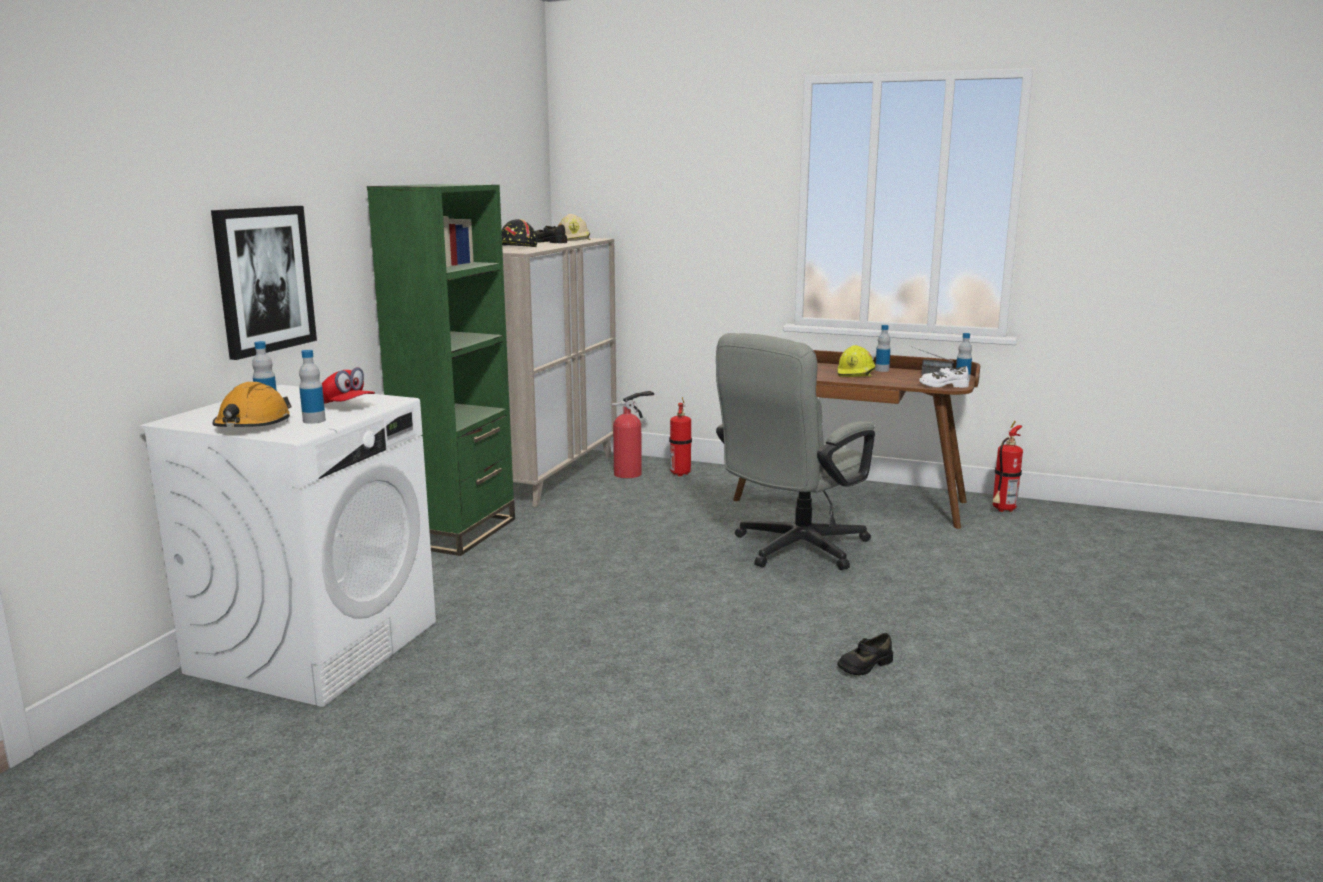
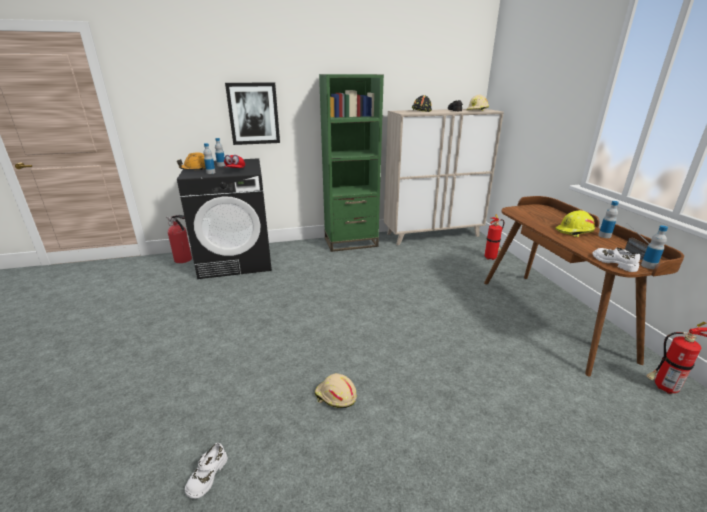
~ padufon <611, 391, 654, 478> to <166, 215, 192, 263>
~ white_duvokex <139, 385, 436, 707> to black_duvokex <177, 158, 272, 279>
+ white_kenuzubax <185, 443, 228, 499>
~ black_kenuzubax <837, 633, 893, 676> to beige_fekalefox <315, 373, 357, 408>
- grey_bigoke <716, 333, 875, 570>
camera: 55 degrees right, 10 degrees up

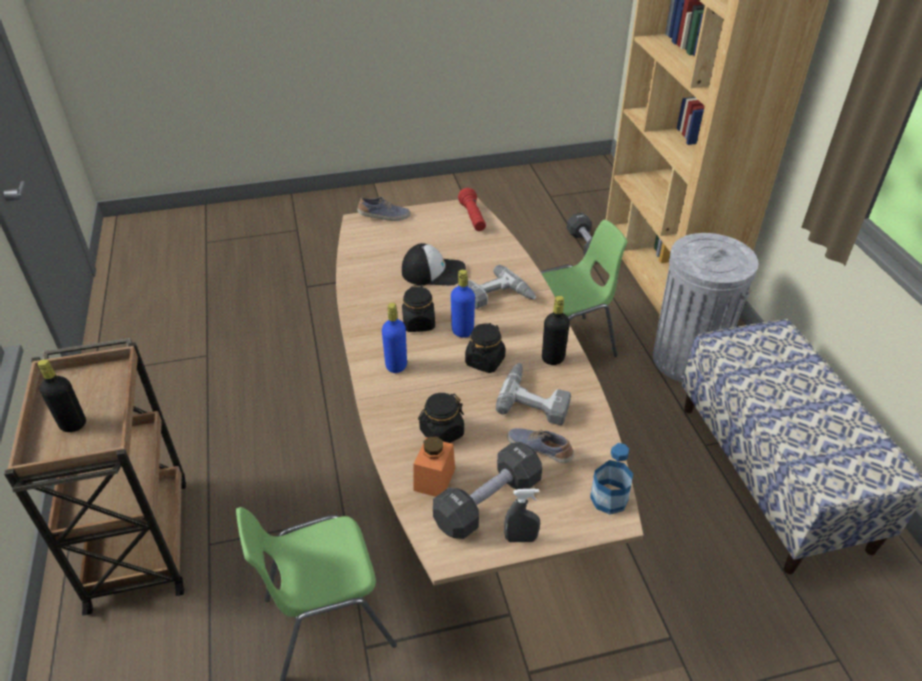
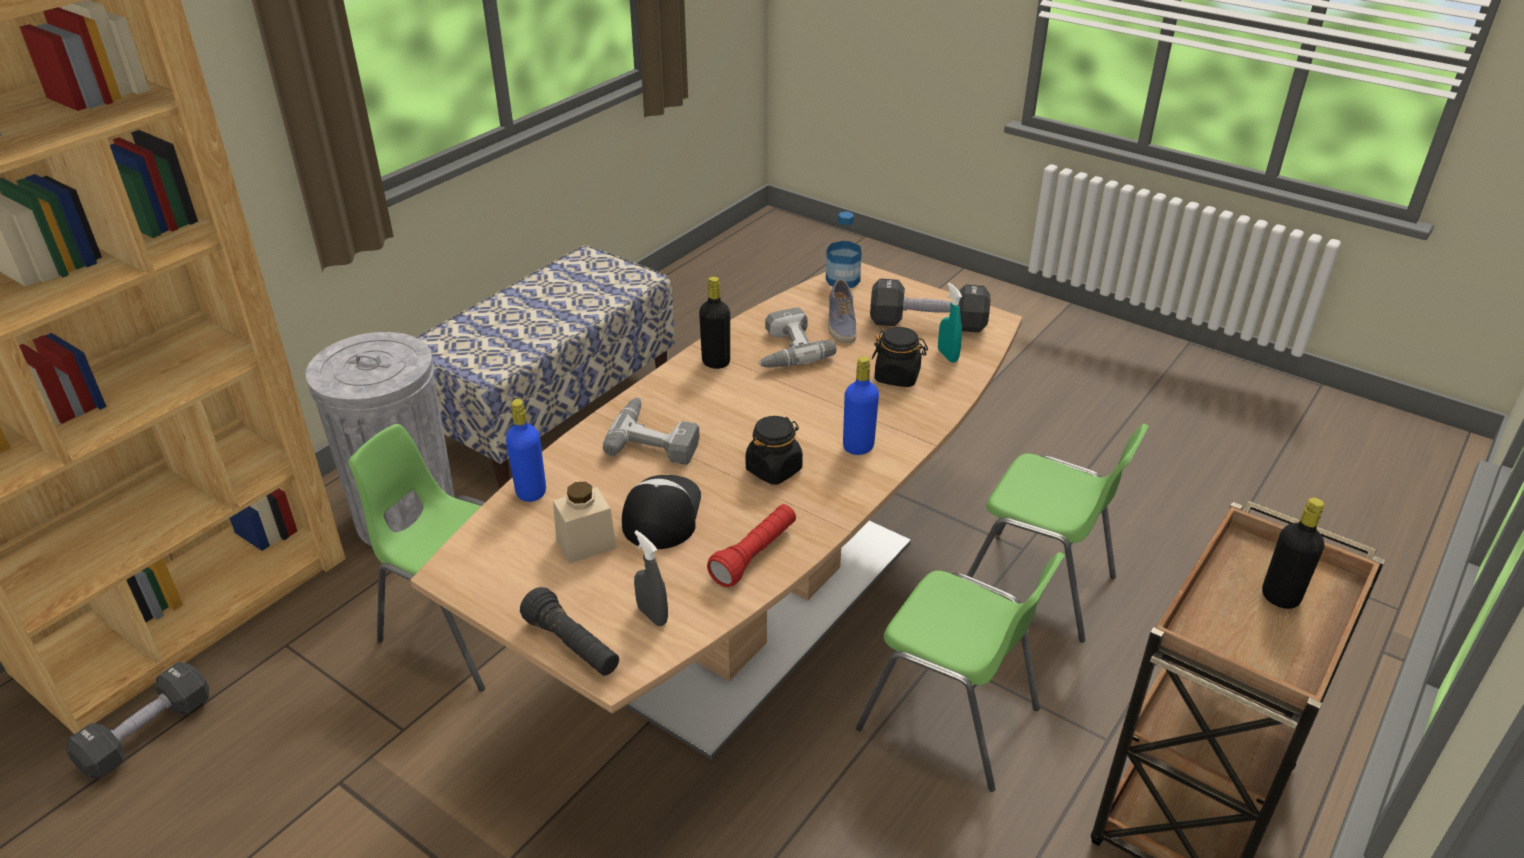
~ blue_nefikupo <451, 269, 475, 338> to <506, 399, 546, 502>
~ kenuzubax <357, 197, 410, 221> to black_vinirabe <520, 587, 619, 676>
+ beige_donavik <553, 482, 617, 564>
~ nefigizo <402, 243, 466, 285> = <622, 475, 701, 549> 45 degrees clockwise
~ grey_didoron <504, 489, 540, 542> to <634, 530, 668, 626>
~ red_vinirabe <458, 188, 486, 231> to <707, 504, 796, 587>
+ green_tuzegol <856, 552, 1065, 792>
~ orange_donavik <413, 436, 455, 497> to turquoise_didoron <938, 283, 962, 363>
- black_donavik <465, 323, 506, 373>
camera: 130 degrees left, 5 degrees down

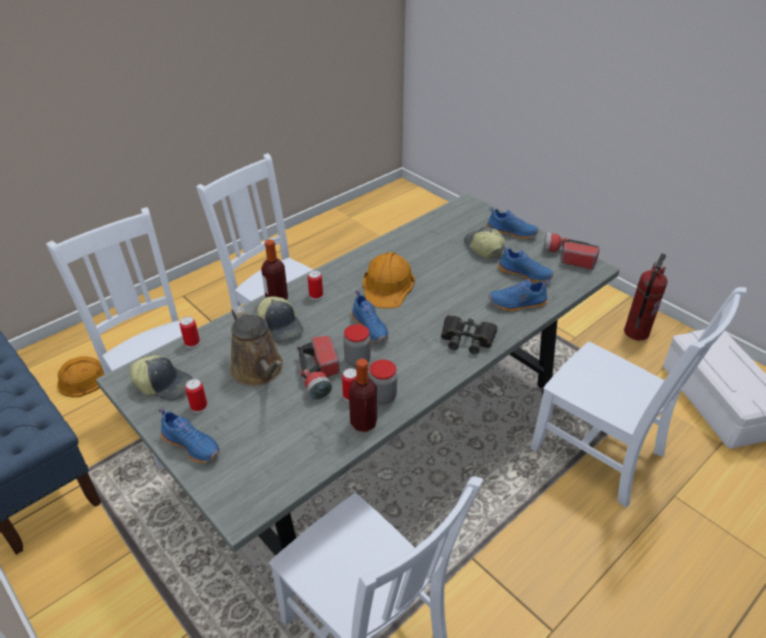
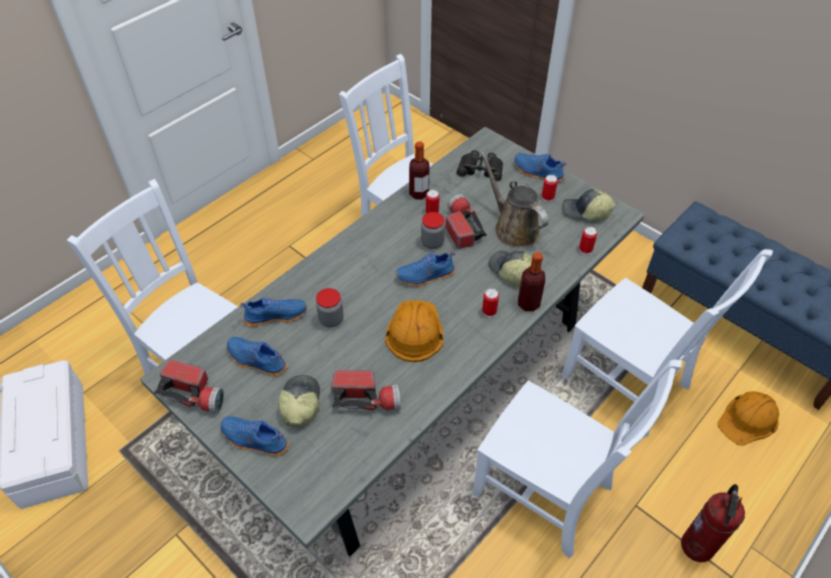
~ nefigizo <464, 227, 505, 258> = <278, 375, 320, 426> 150 degrees counterclockwise
~ donavik <369, 359, 397, 404> to <316, 288, 344, 328>
+ vinirabe <331, 370, 401, 410>
~ blue_kenuzubax <351, 290, 389, 343> = <396, 252, 455, 287> 75 degrees counterclockwise
~ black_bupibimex <441, 315, 498, 354> to <456, 150, 503, 182>
~ padufon <624, 254, 667, 341> to <681, 484, 745, 562>
camera: 175 degrees right, 10 degrees up

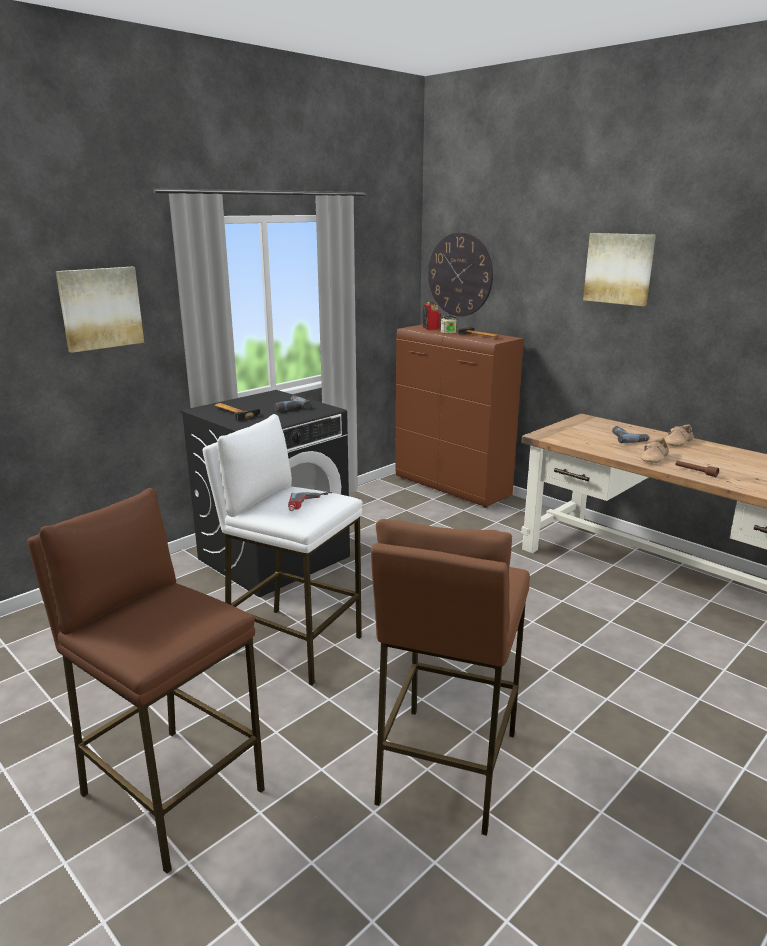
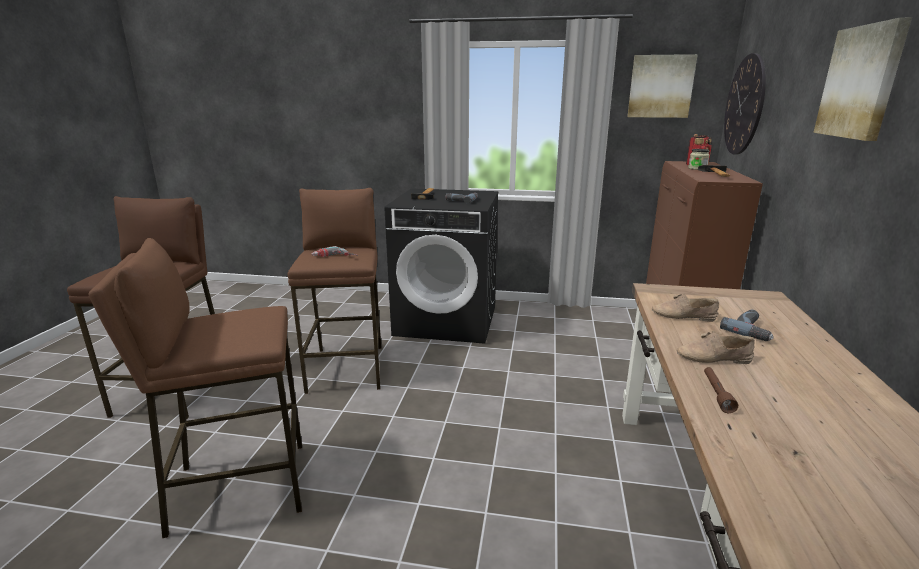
~ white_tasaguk <203, 414, 363, 686> to brown_tasaguk <288, 188, 382, 394>
~ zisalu <56, 267, 144, 353> to <627, 54, 698, 118>
~ beige_kenuzubax <665, 424, 694, 447> to <652, 293, 719, 322>
camera: 55 degrees right, 0 degrees up

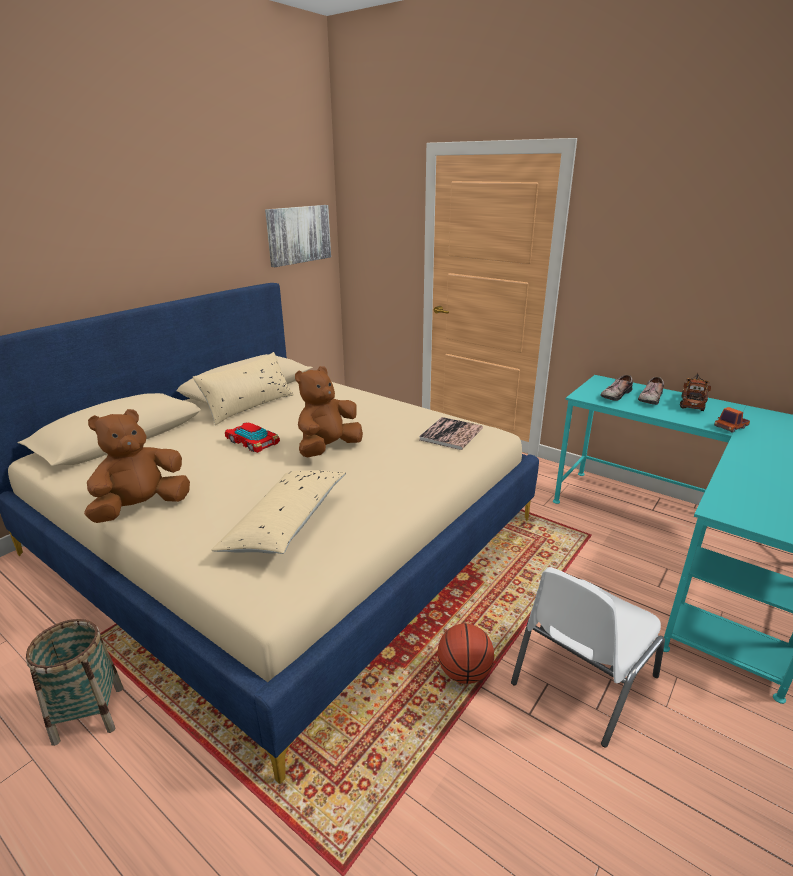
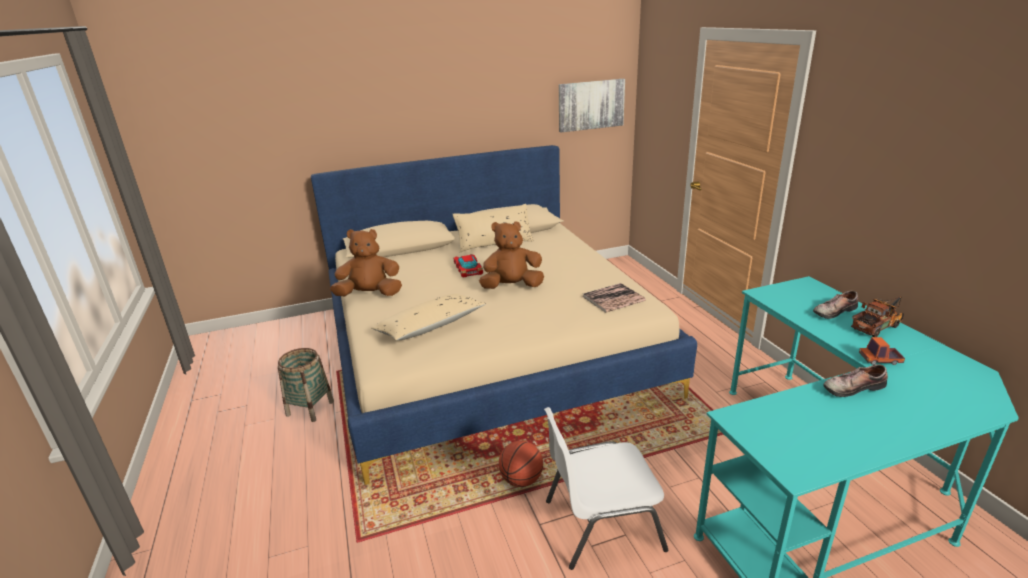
~ kenuzubax <600, 375, 633, 401> to <823, 365, 888, 397>
camera: 35 degrees right, 0 degrees up

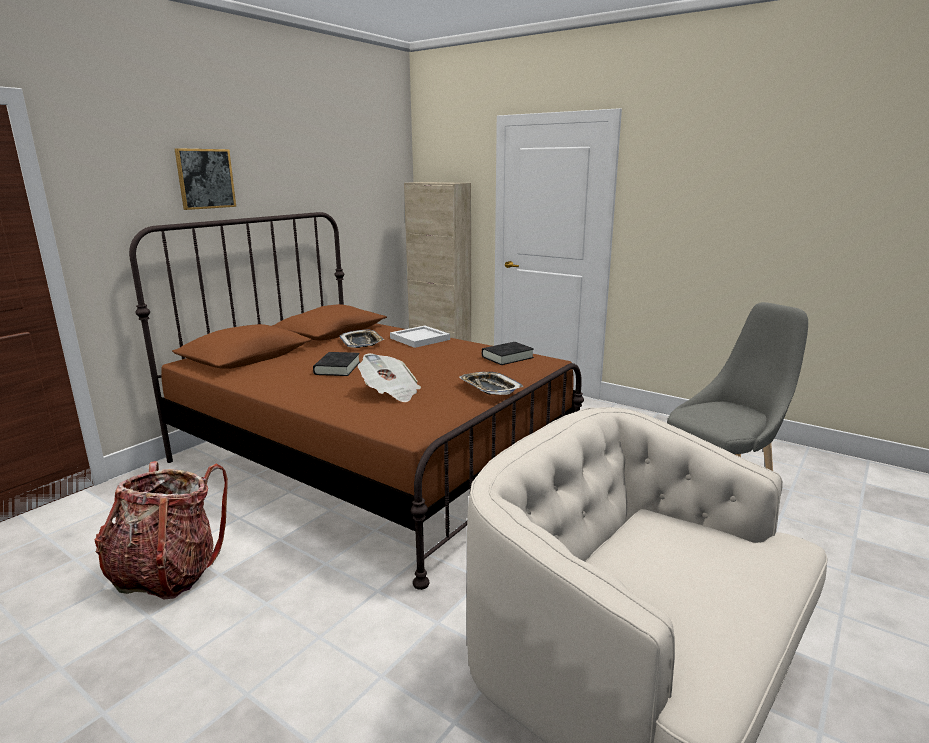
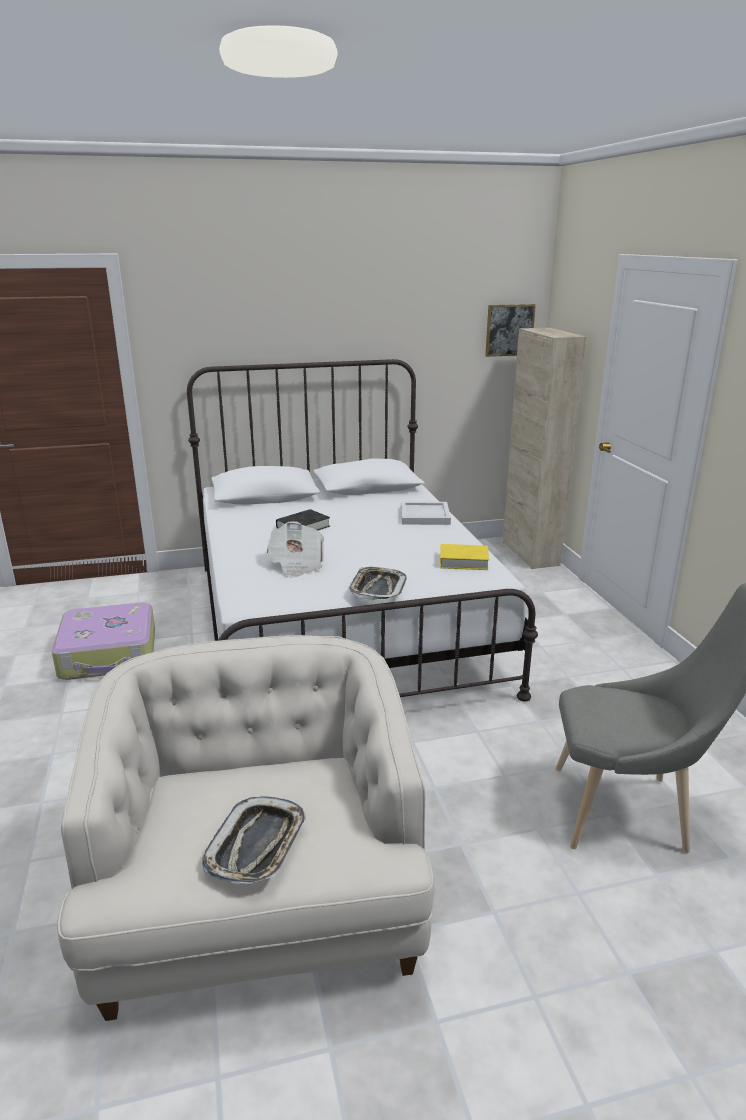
~ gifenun <94, 461, 228, 600> to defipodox <52, 602, 155, 680>
~ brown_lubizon <129, 212, 584, 590> to white_lubizon <187, 359, 538, 701>
~ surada <340, 330, 384, 348> to <202, 796, 306, 884>
~ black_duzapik <482, 342, 534, 365> to yellow_duzapik <440, 544, 489, 570>
~ zisalu <175, 148, 236, 210> to <485, 304, 536, 357>
camera: 40 degrees right, 5 degrees up

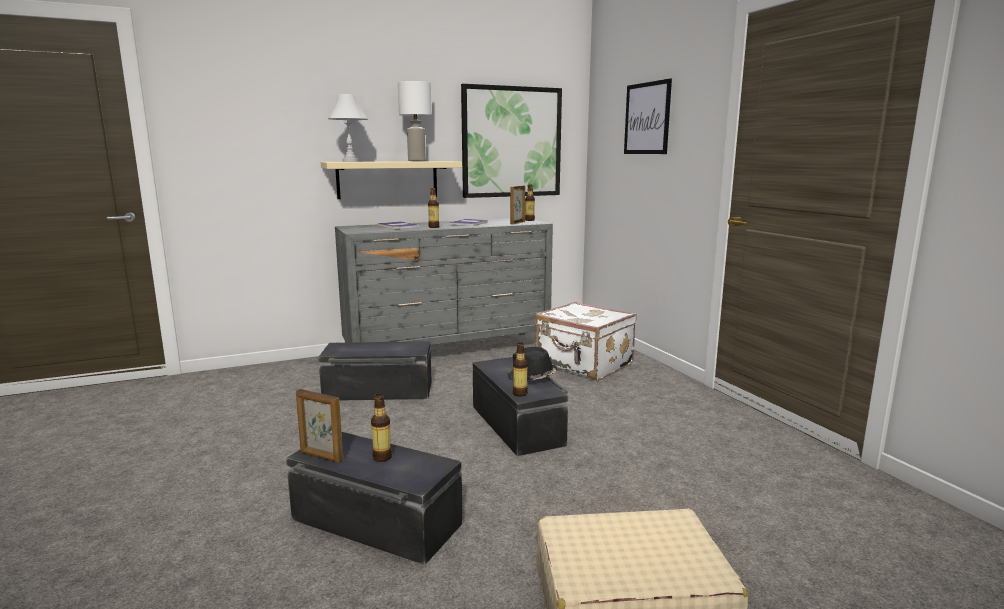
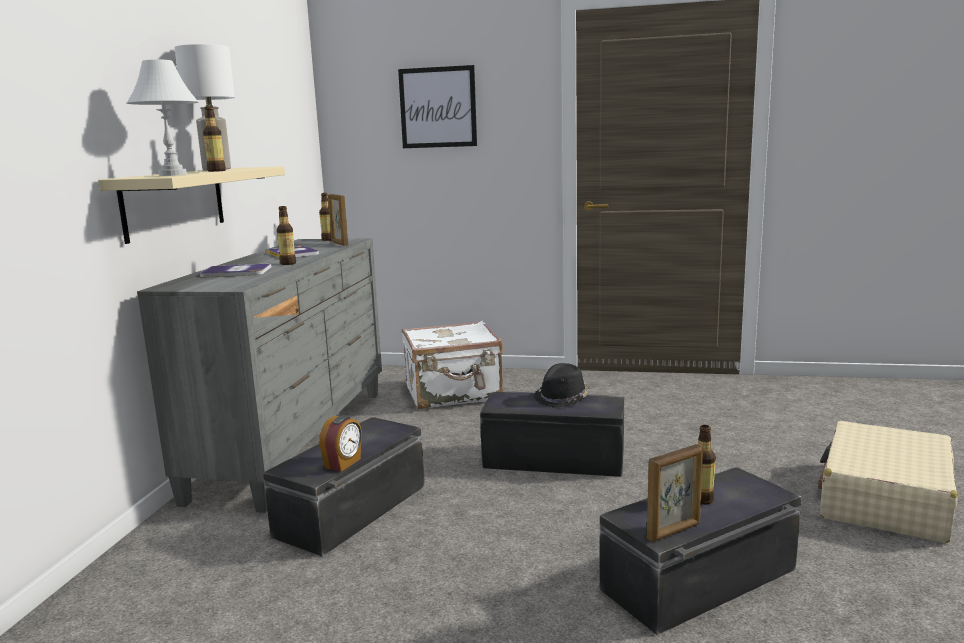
~ nefikupo <513, 342, 528, 397> to <203, 106, 226, 172>
+ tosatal <319, 415, 362, 472>
- zisalu <461, 84, 562, 198>
camera: 55 degrees left, 0 degrees up

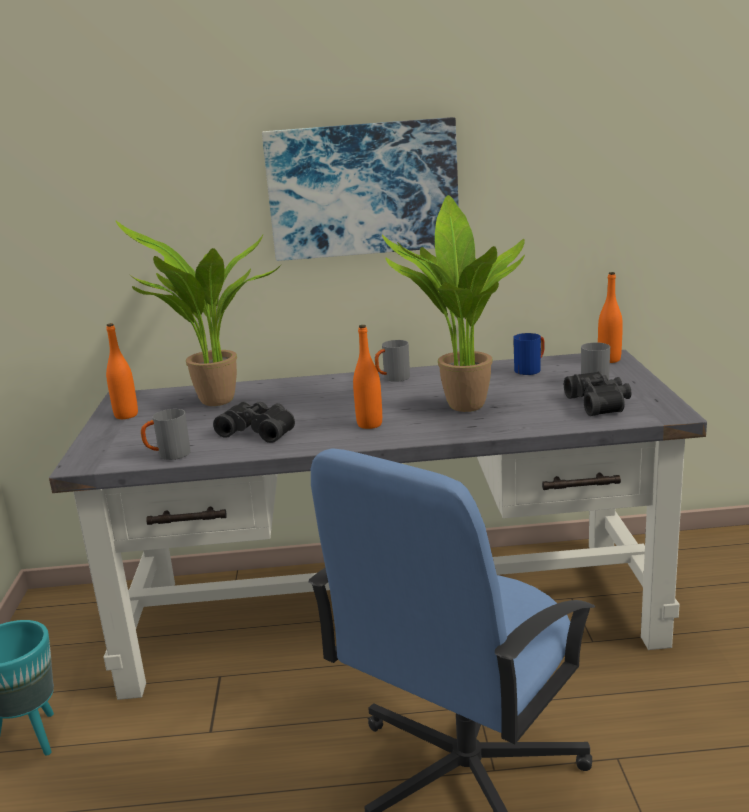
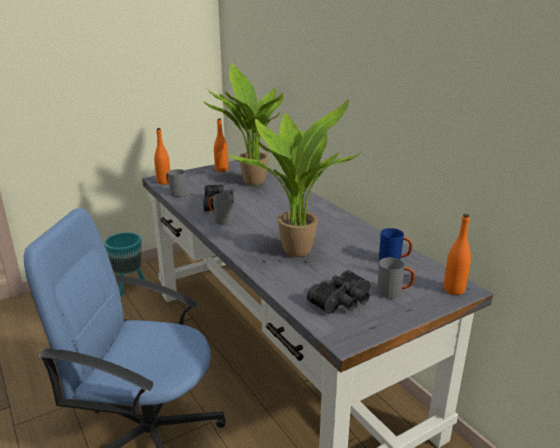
~ orange_nefikupo <353, 325, 382, 429> to <154, 128, 170, 185>
~ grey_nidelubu <375, 340, 410, 382> to <208, 193, 233, 224>
- zisalu <262, 117, 459, 261>
camera: 60 degrees right, 5 degrees up

